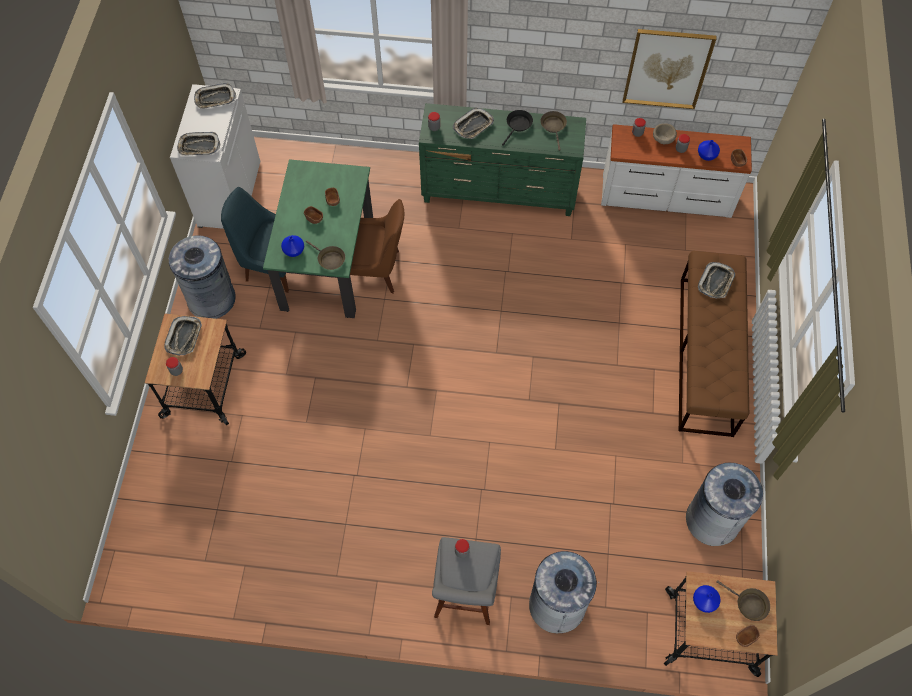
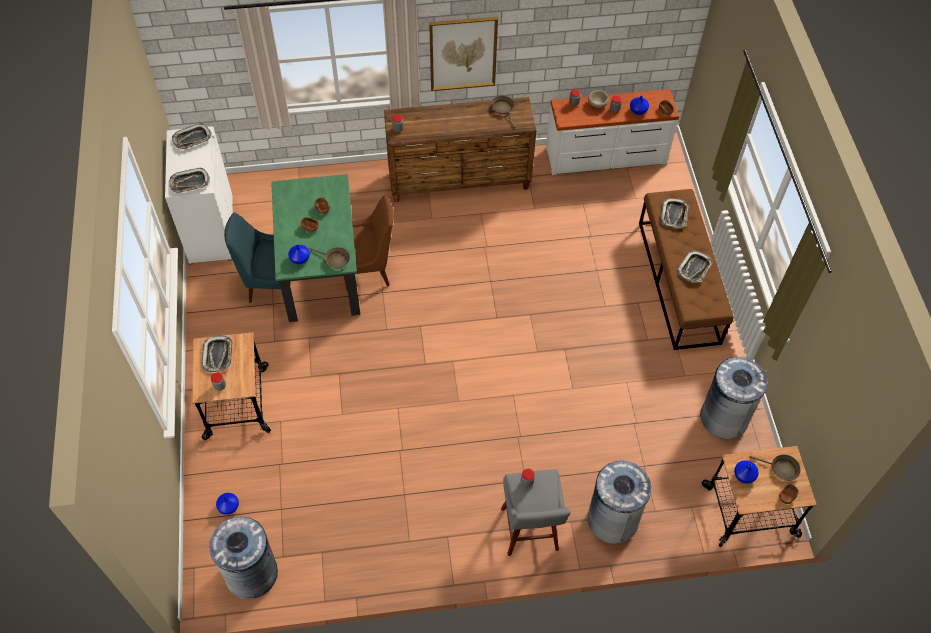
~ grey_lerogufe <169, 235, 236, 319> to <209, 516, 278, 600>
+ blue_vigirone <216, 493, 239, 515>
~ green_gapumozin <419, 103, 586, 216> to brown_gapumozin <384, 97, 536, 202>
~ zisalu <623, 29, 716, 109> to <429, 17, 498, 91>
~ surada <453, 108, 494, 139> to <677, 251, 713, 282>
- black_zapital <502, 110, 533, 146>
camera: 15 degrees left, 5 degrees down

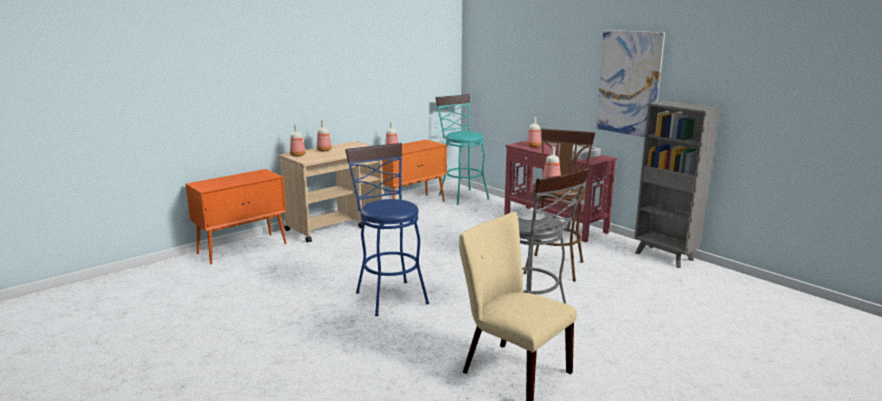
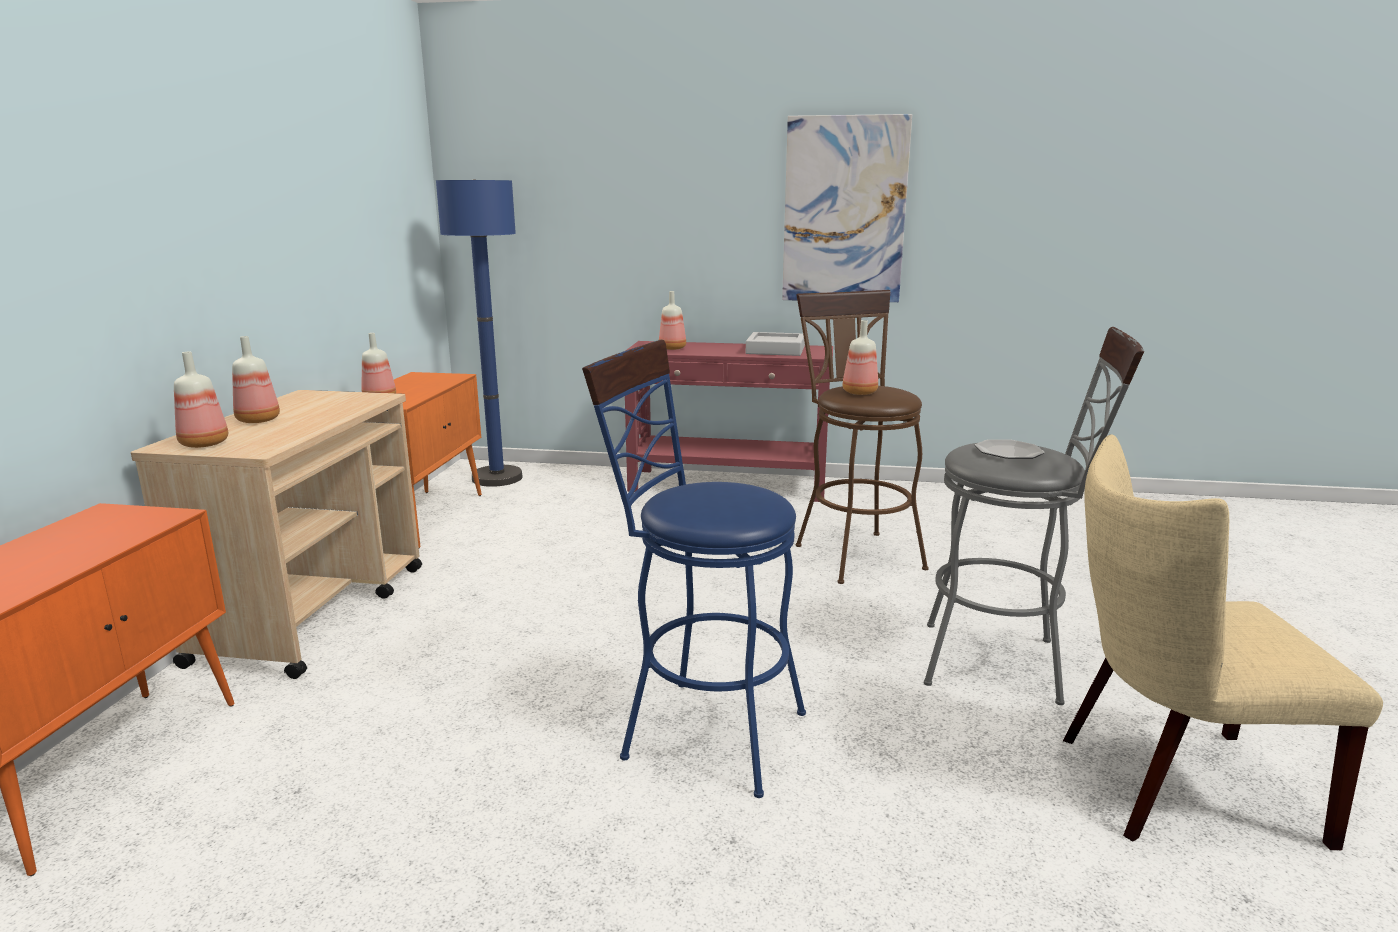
~ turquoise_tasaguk <435, 94, 490, 205> to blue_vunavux <436, 179, 523, 487>
- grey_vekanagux <634, 101, 720, 268>
camera: 40 degrees left, 0 degrees up

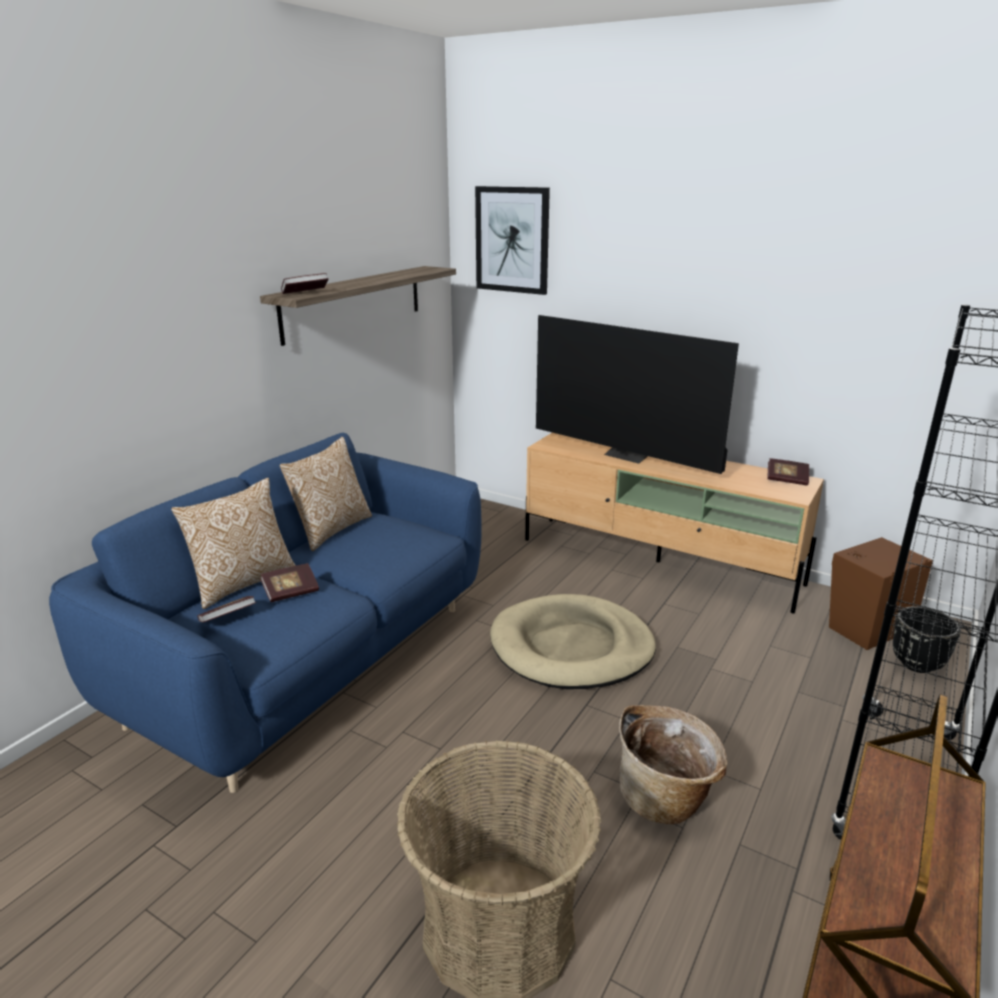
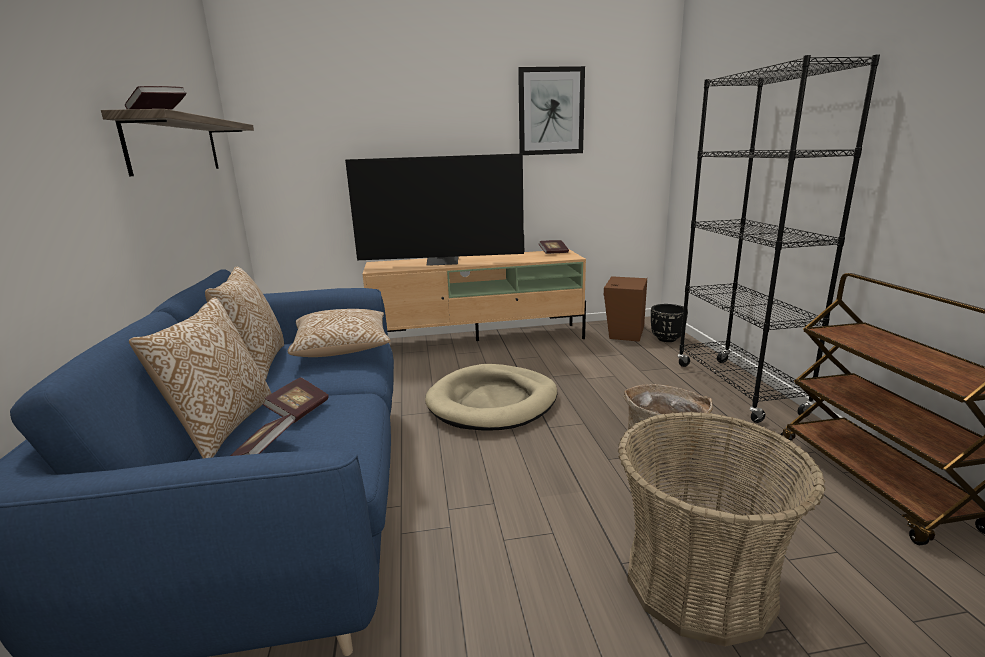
+ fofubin <287, 309, 391, 357>
~ zisalu <475, 186, 550, 295> to <518, 66, 585, 155>
camera: 40 degrees left, 5 degrees down

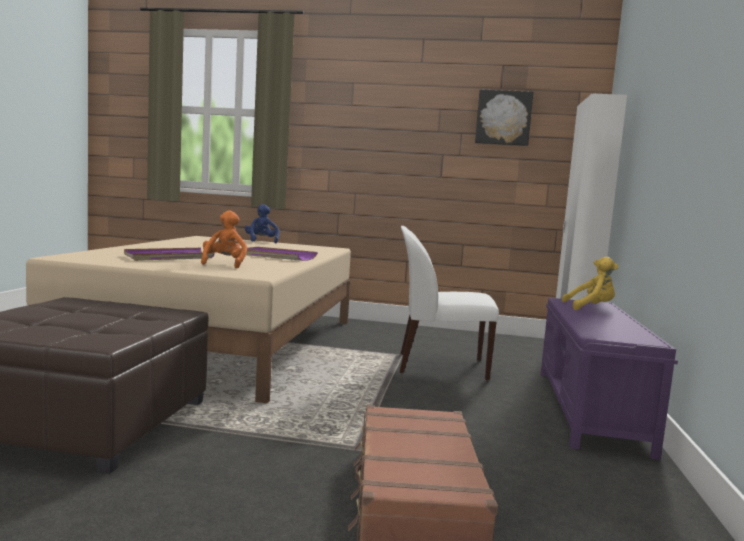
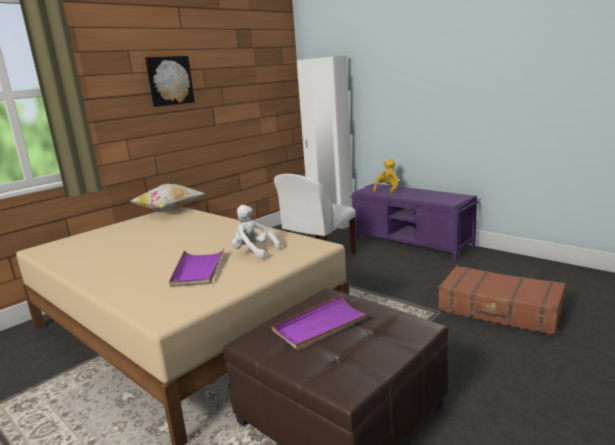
+ fofubin <130, 184, 205, 211>
~ zisalu <475, 90, 534, 146> to <145, 56, 195, 107>
~ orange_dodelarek <201, 211, 247, 268> to white_dodelarek <232, 205, 281, 258>
~ purple_surada <241, 247, 318, 261> to <272, 295, 373, 351>
- blue_dodelarek <245, 204, 280, 243>
camera: 55 degrees left, 10 degrees up

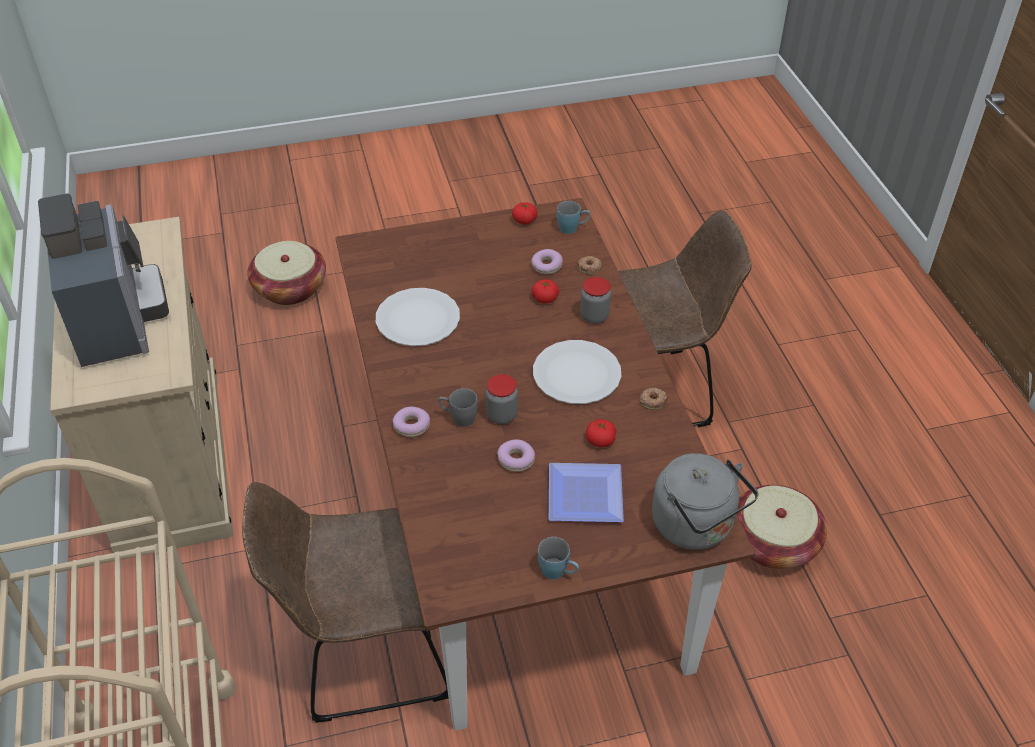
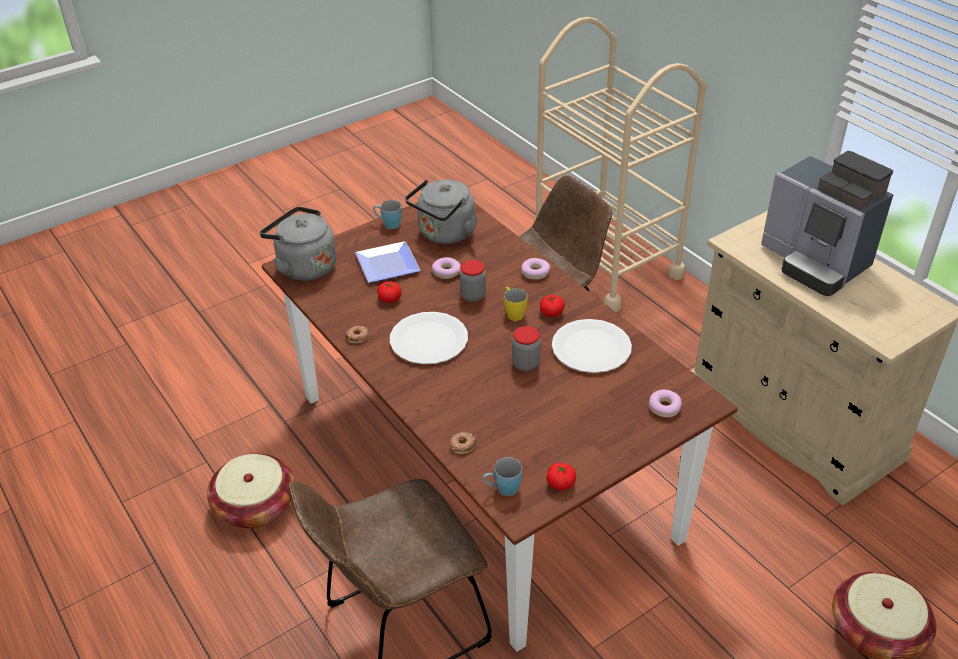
+ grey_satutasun <405, 180, 478, 244>
+ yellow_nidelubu <504, 287, 528, 321>
~ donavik <580, 277, 611, 324> to <512, 326, 541, 371>
~ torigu <532, 279, 559, 304> to <540, 295, 565, 317>
~ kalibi <531, 249, 563, 274> to <649, 390, 682, 417>
- grey_nidelubu <438, 388, 478, 427>
camera: 160 degrees right, 5 degrees down

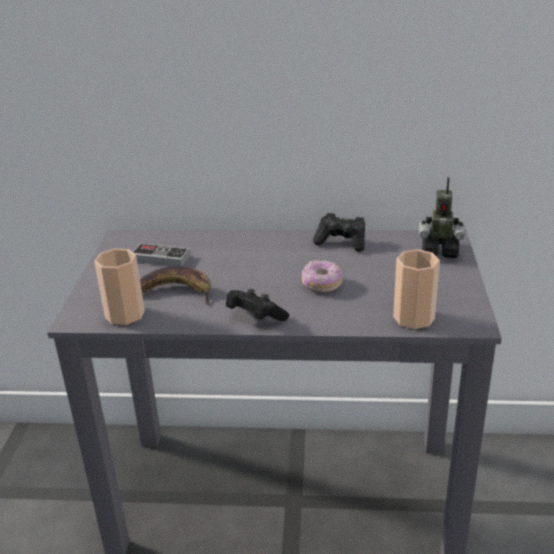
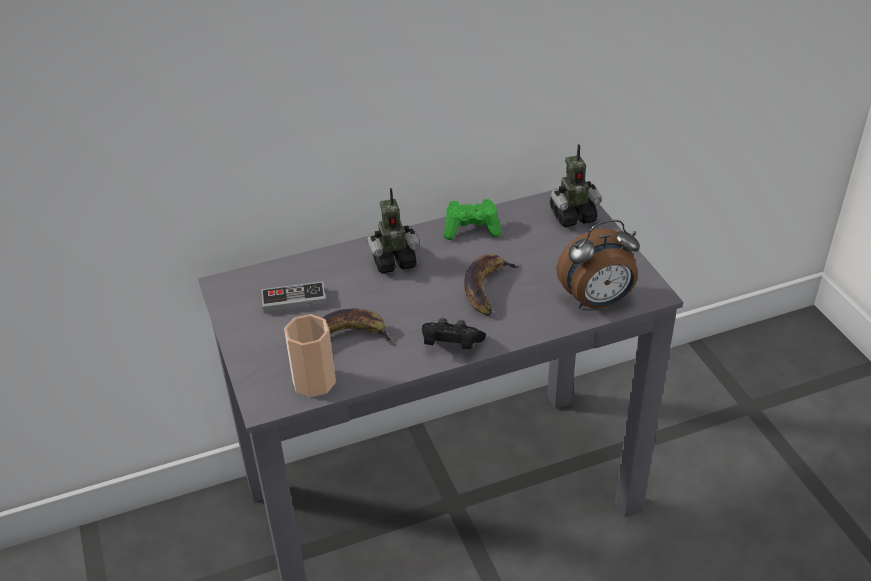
+ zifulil <367, 188, 419, 274>
~ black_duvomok <313, 213, 365, 251> to green_duvomok <444, 199, 502, 240>
~ kalibi <302, 260, 342, 292> to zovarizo <464, 254, 521, 316>
~ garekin <393, 249, 440, 329> to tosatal <556, 220, 640, 309>
camera: 25 degrees left, 10 degrees up

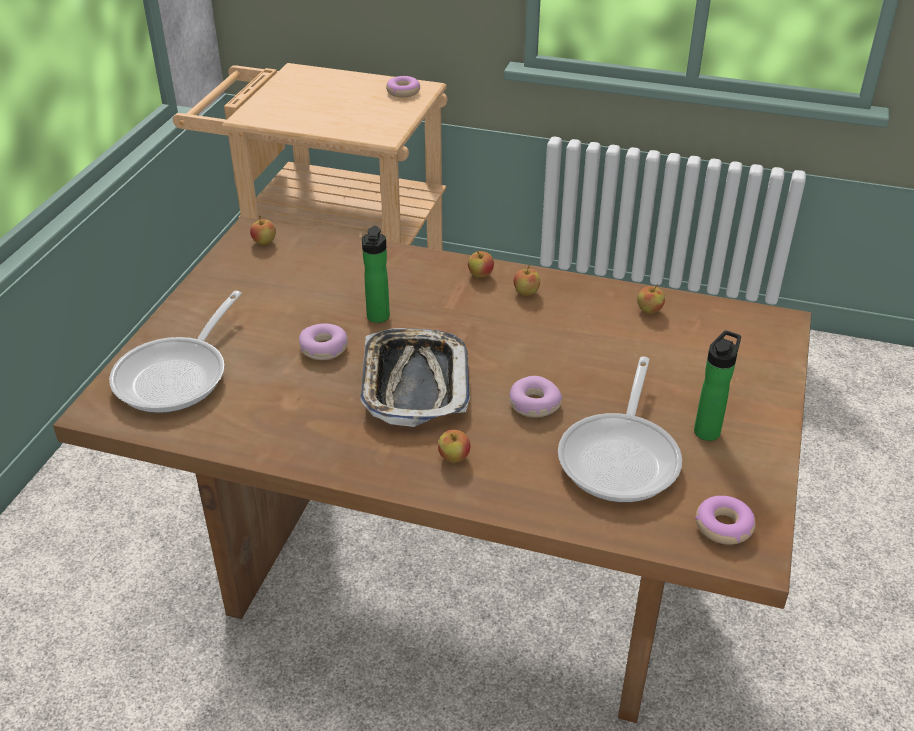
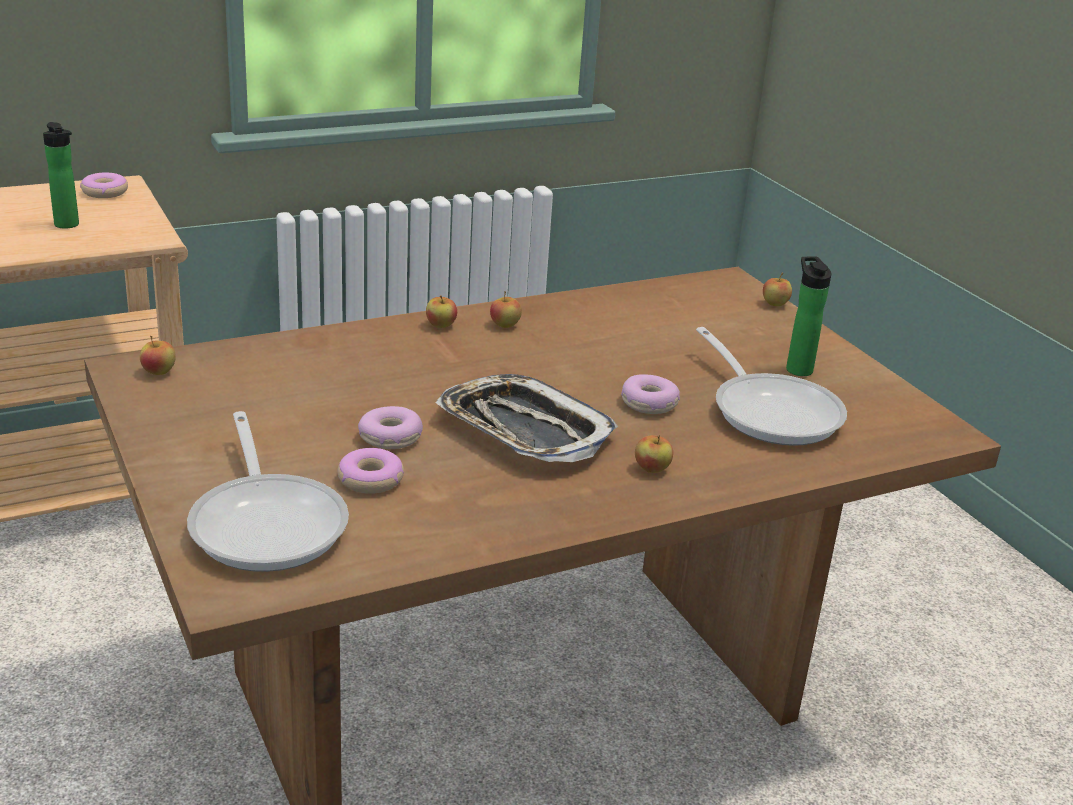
~ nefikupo <362, 226, 390, 323> to <43, 122, 79, 229>
~ kalibi <695, 496, 756, 545> to <338, 448, 404, 494>
~ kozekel <637, 284, 665, 314> to <763, 273, 792, 306>
camera: 45 degrees left, 10 degrees down

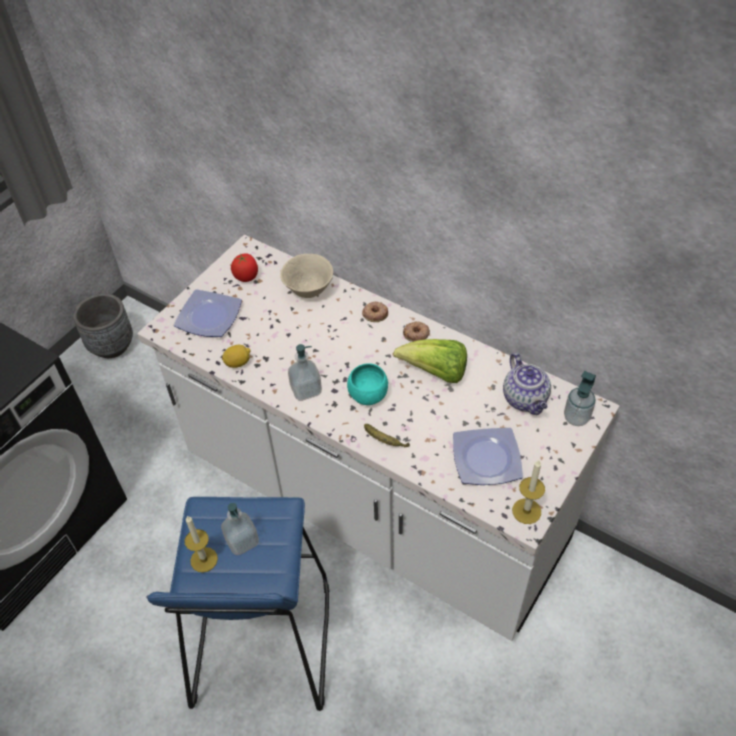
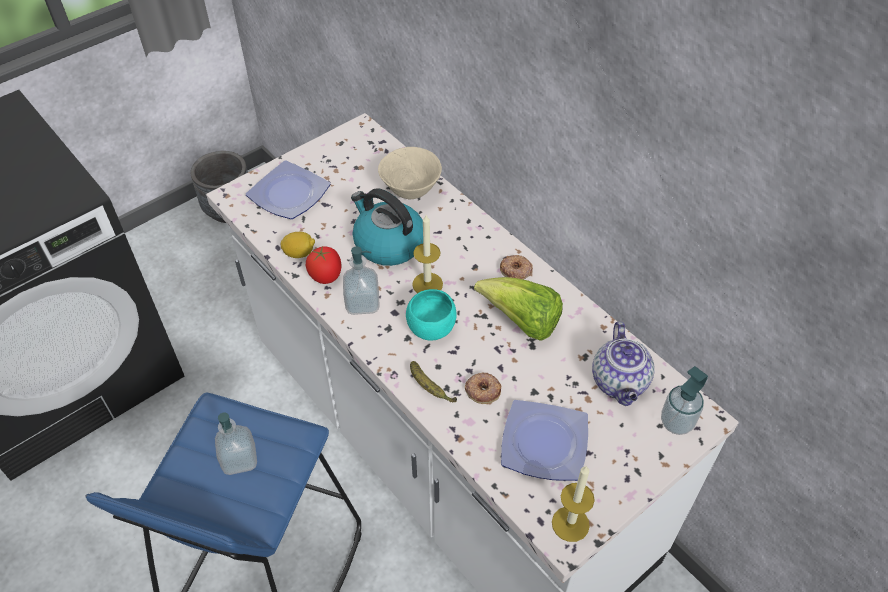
~ torigu <231, 253, 258, 282> to <306, 246, 341, 284>
+ satutasun <351, 188, 423, 266>
~ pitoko <184, 516, 218, 573> to <412, 215, 443, 293>
~ kalibi <362, 302, 388, 322> to <465, 373, 502, 404>
camera: 15 degrees right, 0 degrees up

